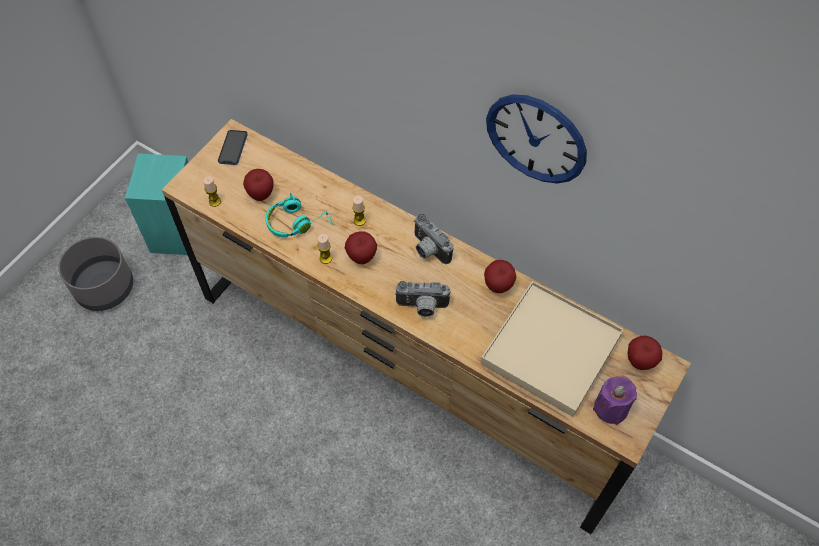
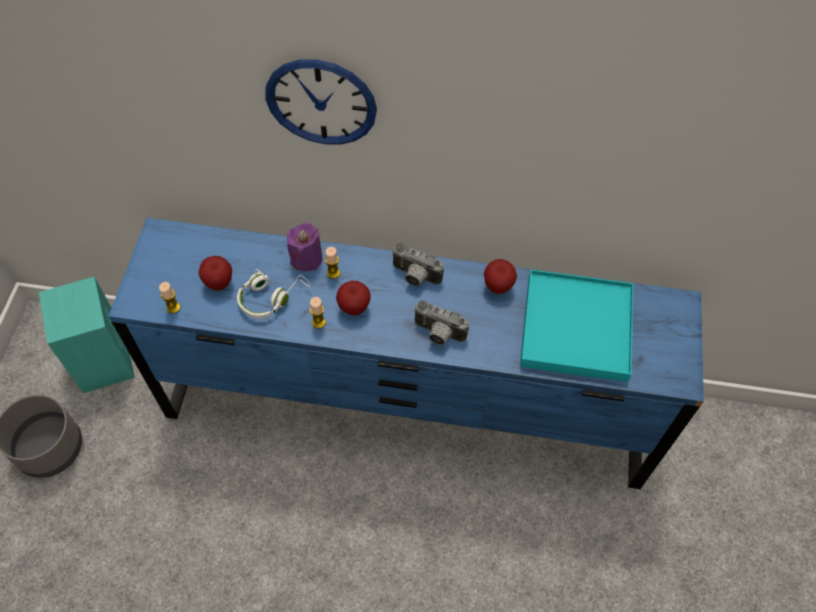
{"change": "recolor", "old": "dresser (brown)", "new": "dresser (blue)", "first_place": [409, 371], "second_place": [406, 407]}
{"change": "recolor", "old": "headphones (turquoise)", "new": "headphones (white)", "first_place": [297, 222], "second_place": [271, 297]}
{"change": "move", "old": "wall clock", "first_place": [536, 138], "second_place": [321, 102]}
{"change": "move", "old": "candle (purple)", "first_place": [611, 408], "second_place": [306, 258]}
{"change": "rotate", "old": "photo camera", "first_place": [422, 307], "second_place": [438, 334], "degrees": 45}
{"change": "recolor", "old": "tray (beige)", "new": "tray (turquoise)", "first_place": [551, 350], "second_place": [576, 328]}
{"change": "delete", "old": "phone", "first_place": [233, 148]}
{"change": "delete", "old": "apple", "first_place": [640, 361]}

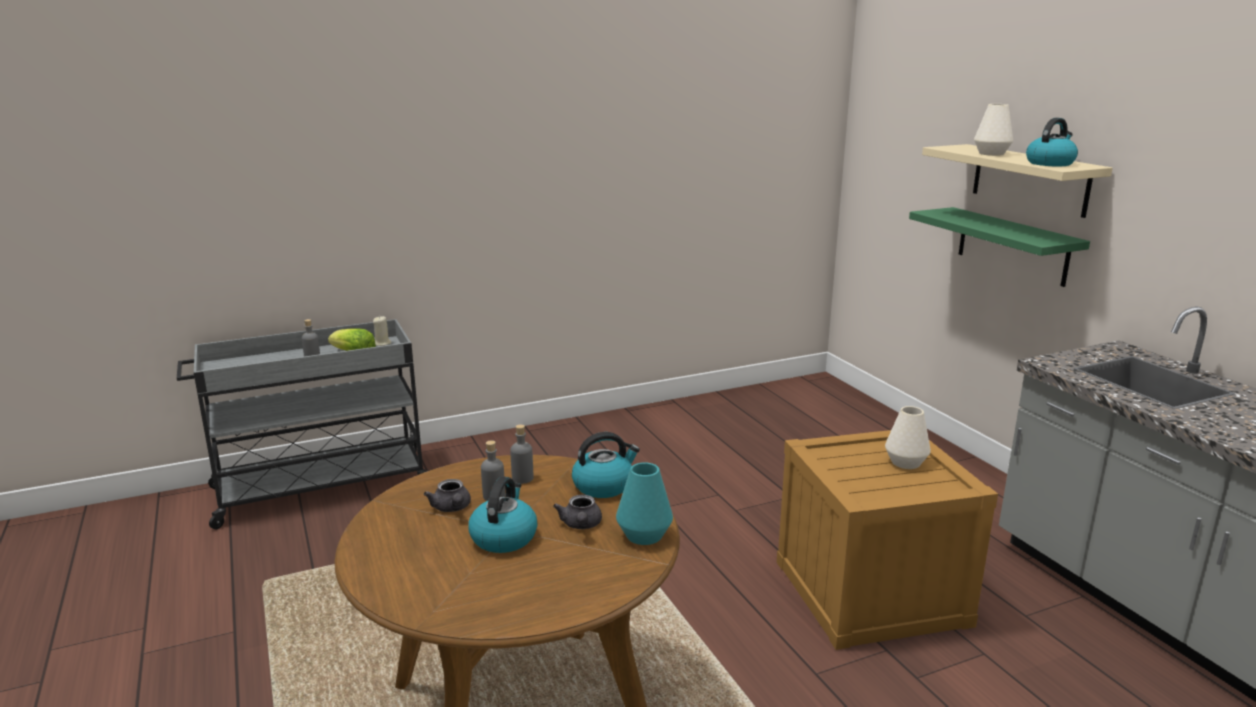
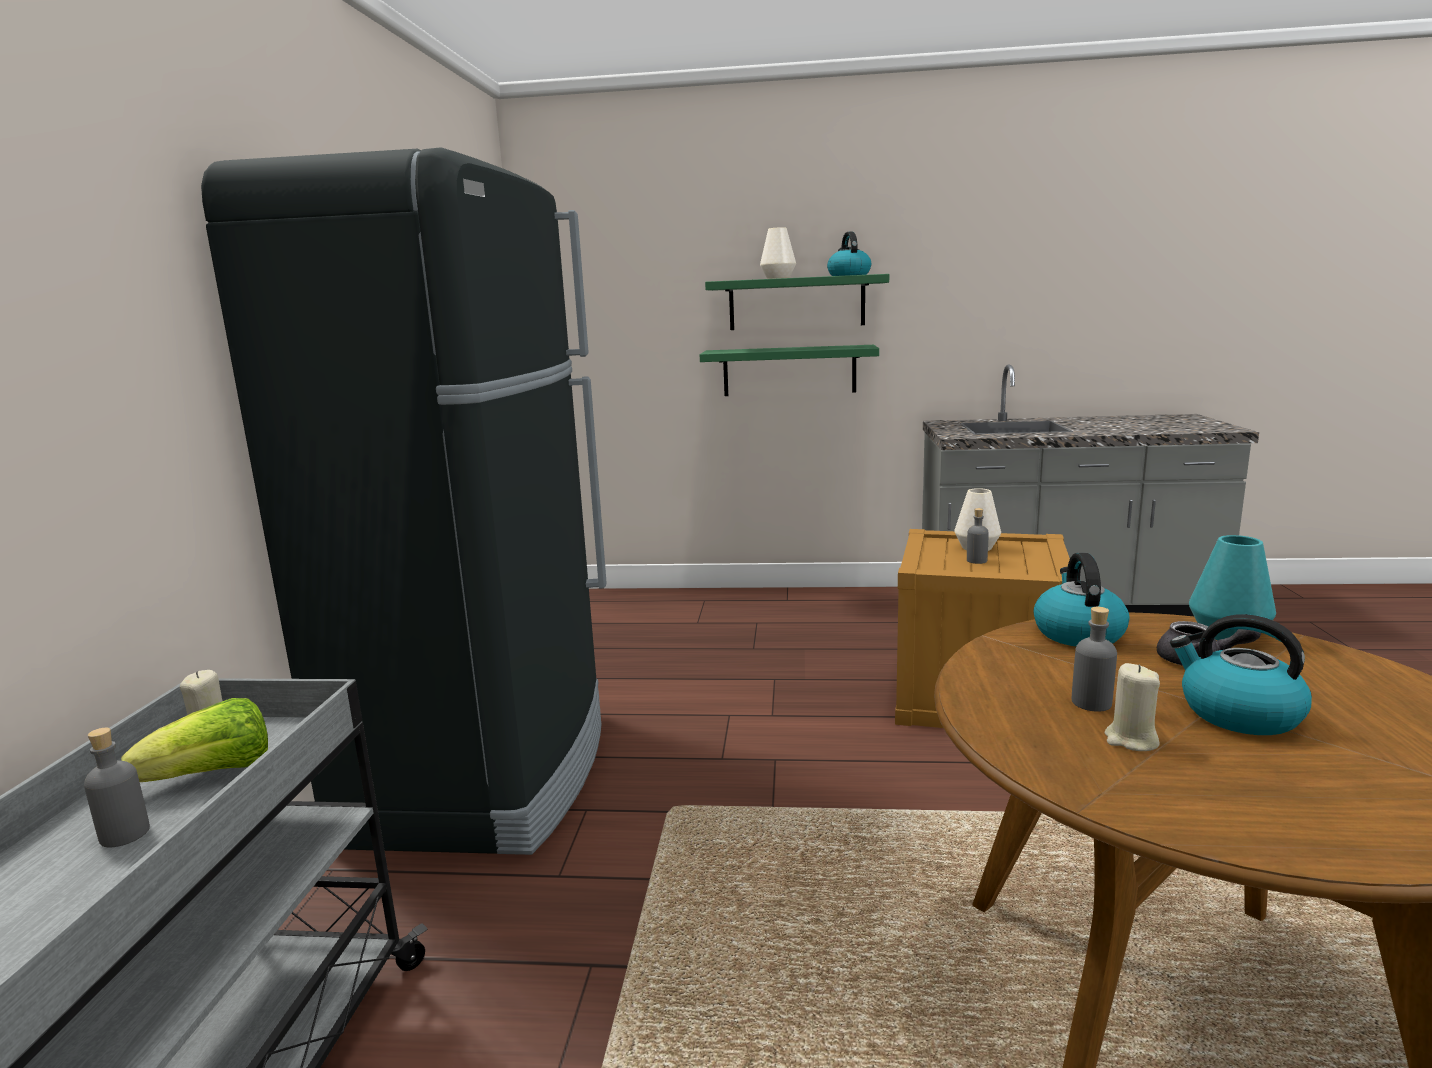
{"change": "insert", "new": "fridge (black)", "second_place": [486, 774]}
{"change": "recolor", "old": "shelf (beige)", "new": "shelf (green)", "first_place": [1030, 179], "second_place": [796, 303]}
{"change": "move", "old": "bottle (grey)", "first_place": [522, 478], "second_place": [976, 560]}
{"change": "replace", "old": "teapot (grey)", "new": "candle (beige)", "first_place": [452, 508], "second_place": [1131, 740]}

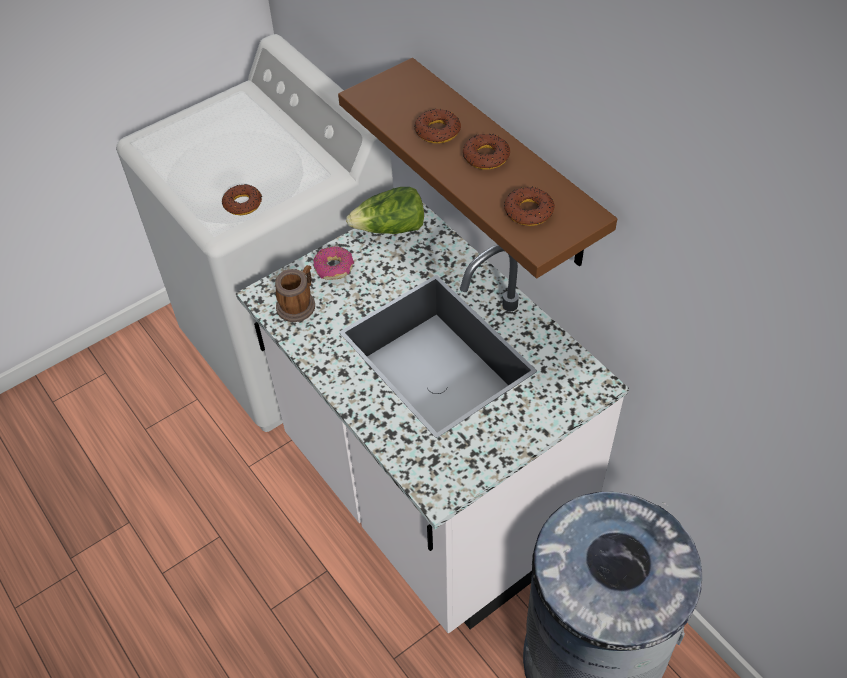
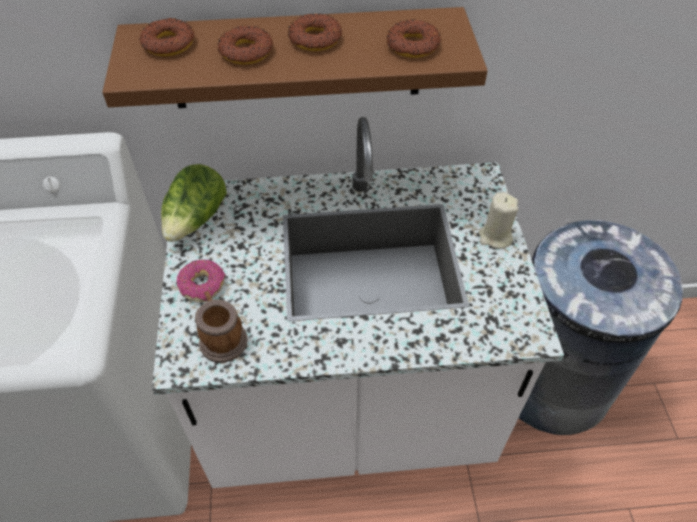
{"change": "move", "old": "donut", "first_place": [243, 204], "second_place": [168, 44]}
{"change": "insert", "new": "candle (beige)", "second_place": [495, 237]}

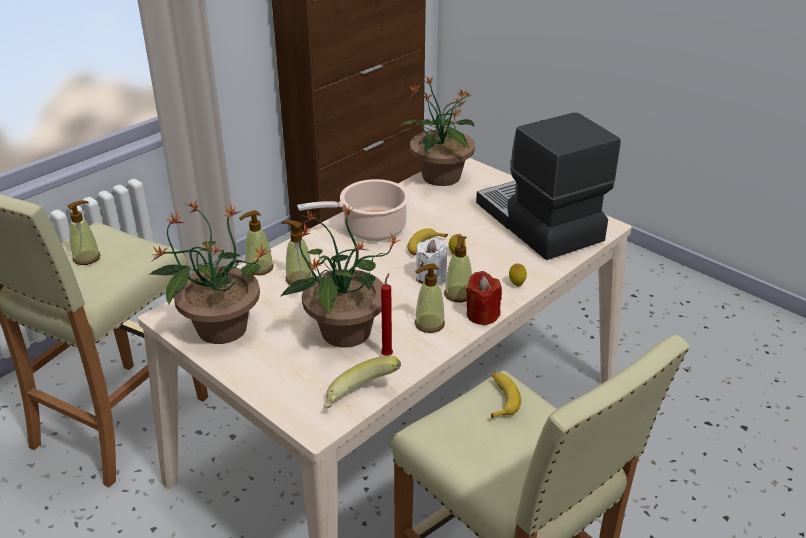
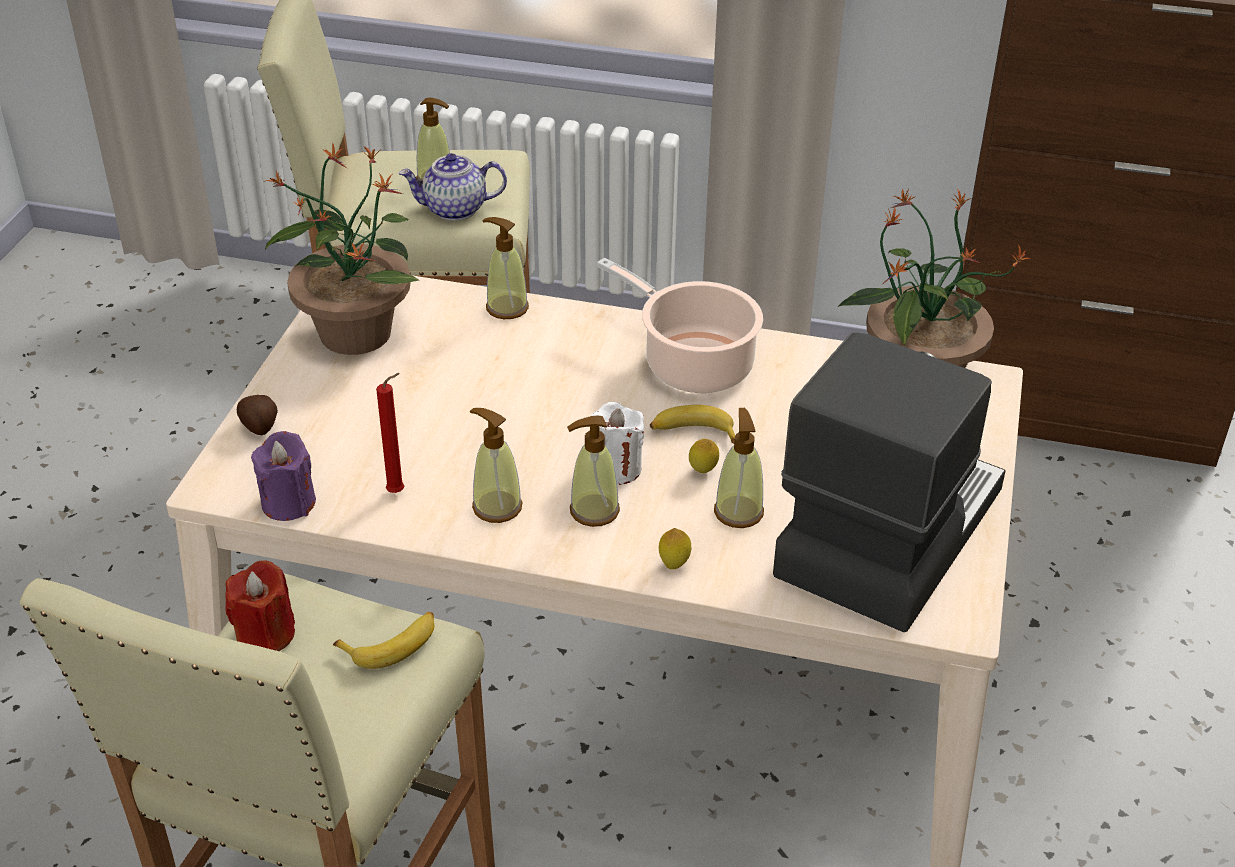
{"change": "move", "old": "candle (red)", "first_place": [482, 315], "second_place": [265, 635]}
{"change": "insert", "new": "potato", "second_place": [259, 427]}
{"change": "replace", "old": "banana", "new": "candle (purple)", "first_place": [360, 399], "second_place": [288, 503]}
{"change": "insert", "new": "teapot", "second_place": [454, 210]}
{"change": "move", "old": "soap dispenser", "first_place": [299, 279], "second_place": [738, 512]}
{"change": "delete", "old": "potted plant", "first_place": [344, 332]}

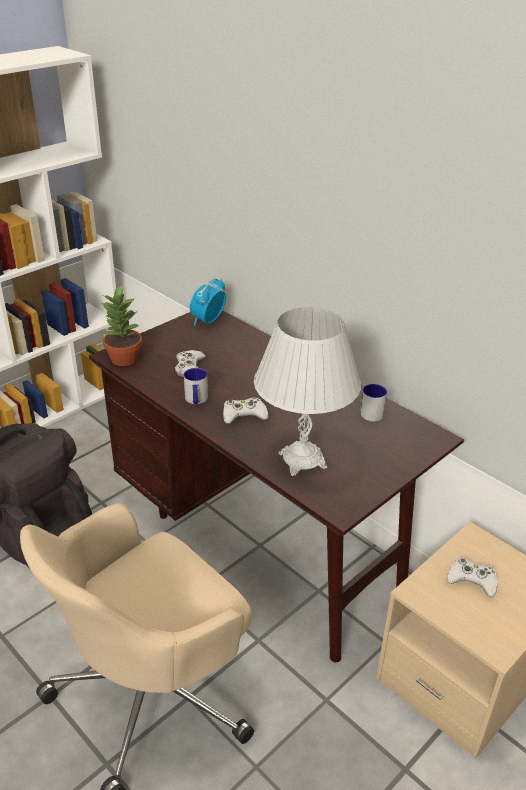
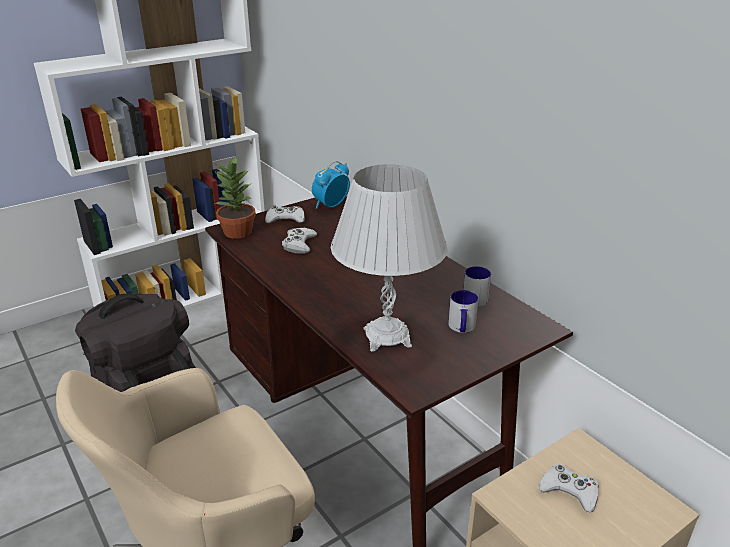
{"change": "move", "old": "game controller (white)", "first_place": [244, 415], "second_place": [285, 219]}
{"change": "move", "old": "mug", "first_place": [196, 400], "second_place": [461, 328]}

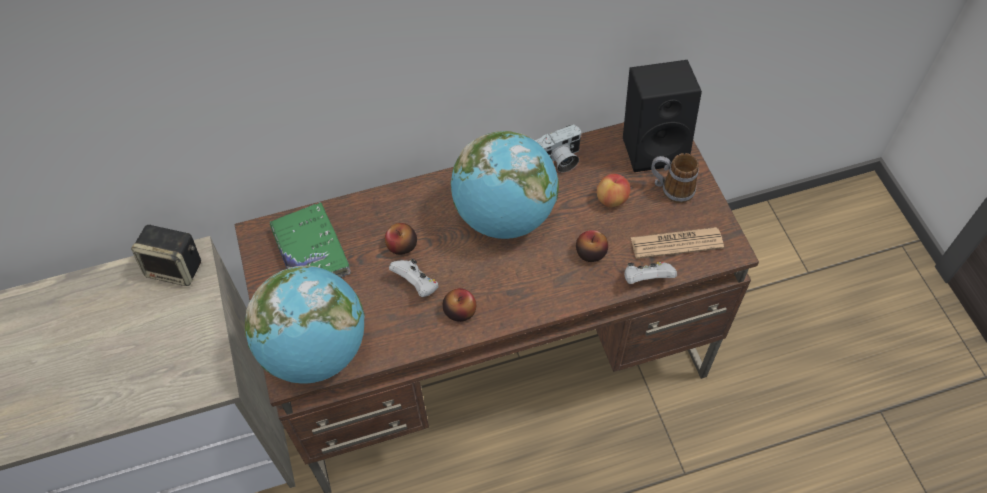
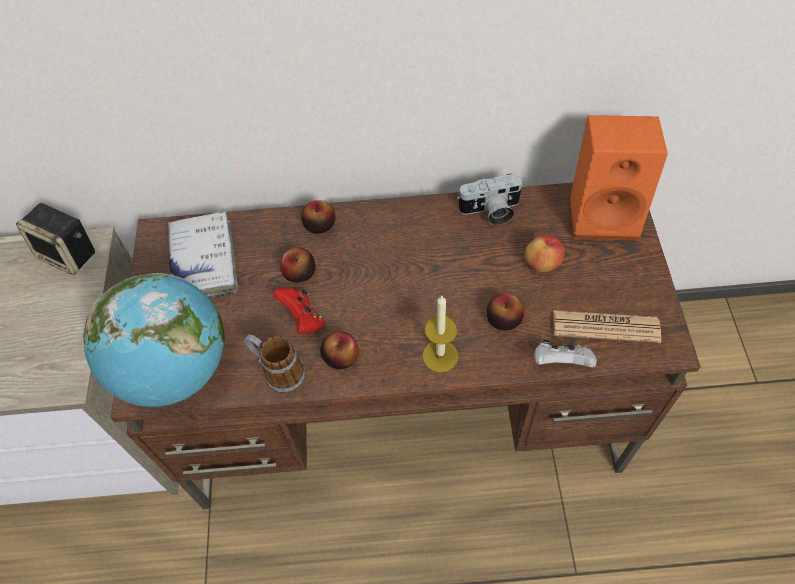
{"change": "recolor", "old": "book (green)", "new": "book (white)", "first_place": [311, 252], "second_place": [204, 262]}
{"change": "move", "old": "mug", "first_place": [671, 189], "second_place": [278, 372]}
{"change": "recolor", "old": "game controller (white)", "new": "game controller (red)", "first_place": [416, 284], "second_place": [303, 318]}
{"change": "insert", "new": "apple", "second_place": [320, 225]}
{"change": "insert", "new": "candle", "second_place": [440, 356]}
{"change": "recolor", "old": "speaker (black)", "new": "speaker (orange)", "first_place": [654, 146], "second_place": [604, 213]}
{"change": "delete", "old": "globe", "first_place": [505, 216]}

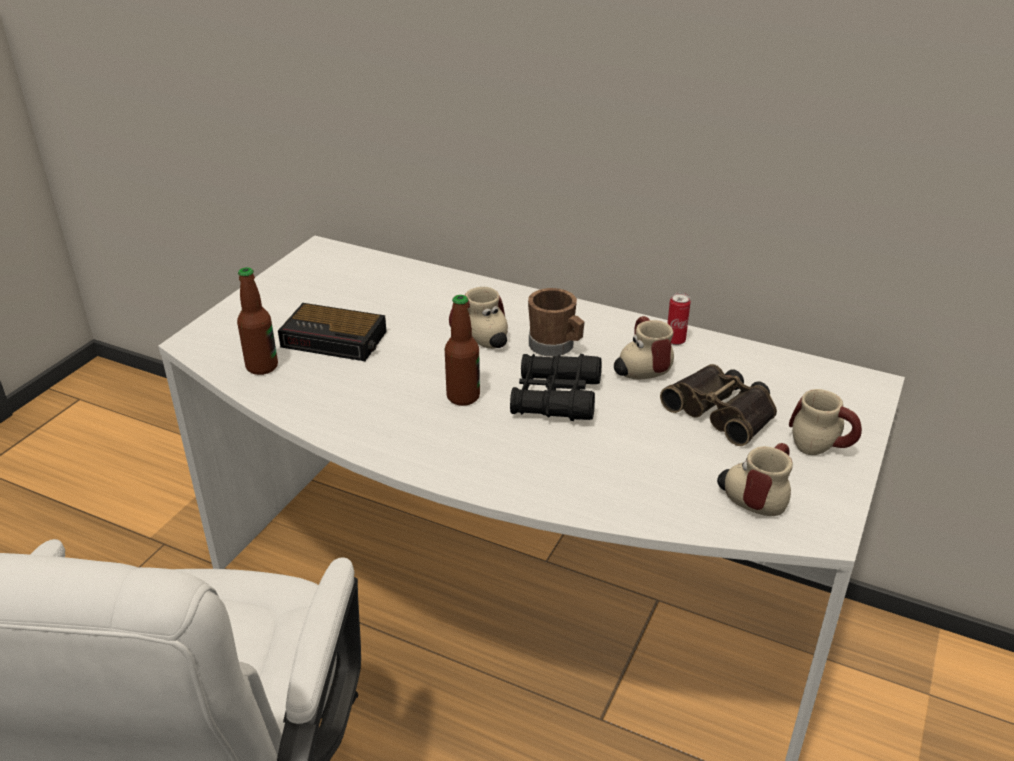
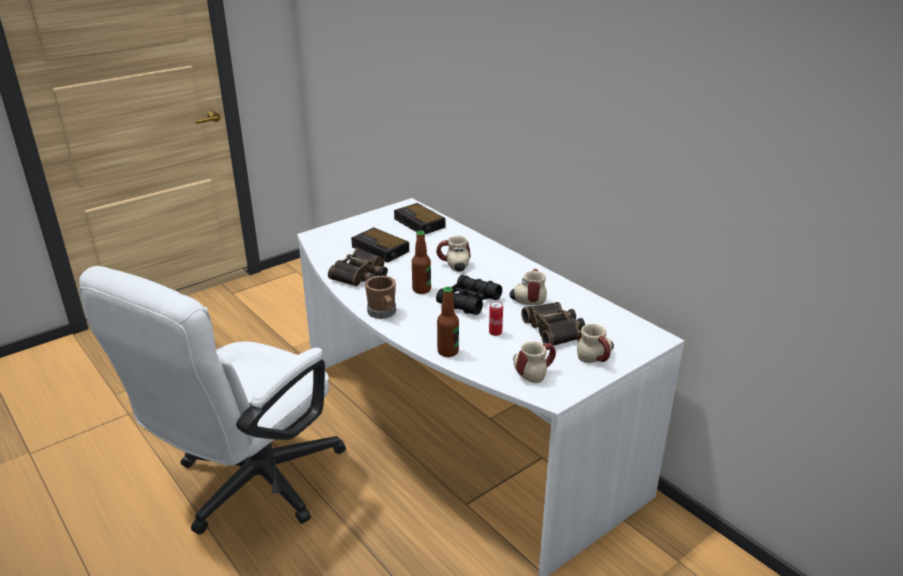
{"change": "insert", "new": "binoculars", "second_place": [361, 275]}
{"change": "move", "old": "mug (brown)", "first_place": [555, 347], "second_place": [383, 313]}
{"change": "insert", "new": "alarm clock", "second_place": [420, 223]}
{"change": "move", "old": "bottle", "first_place": [262, 367], "second_place": [448, 351]}
{"change": "move", "old": "can", "first_place": [675, 341], "second_place": [495, 333]}

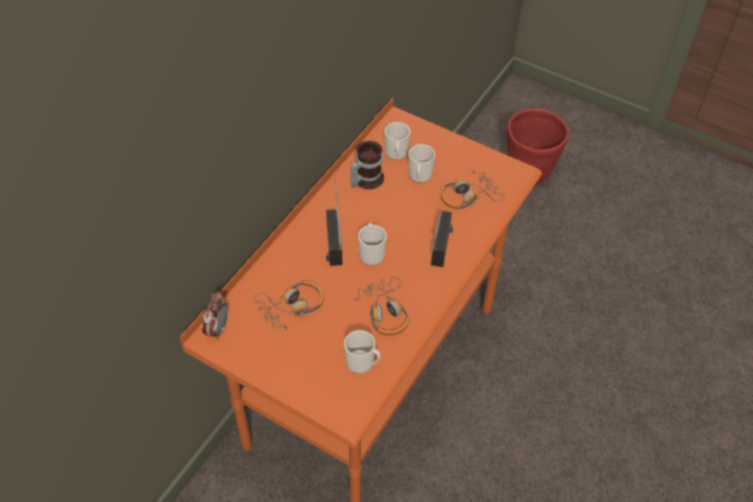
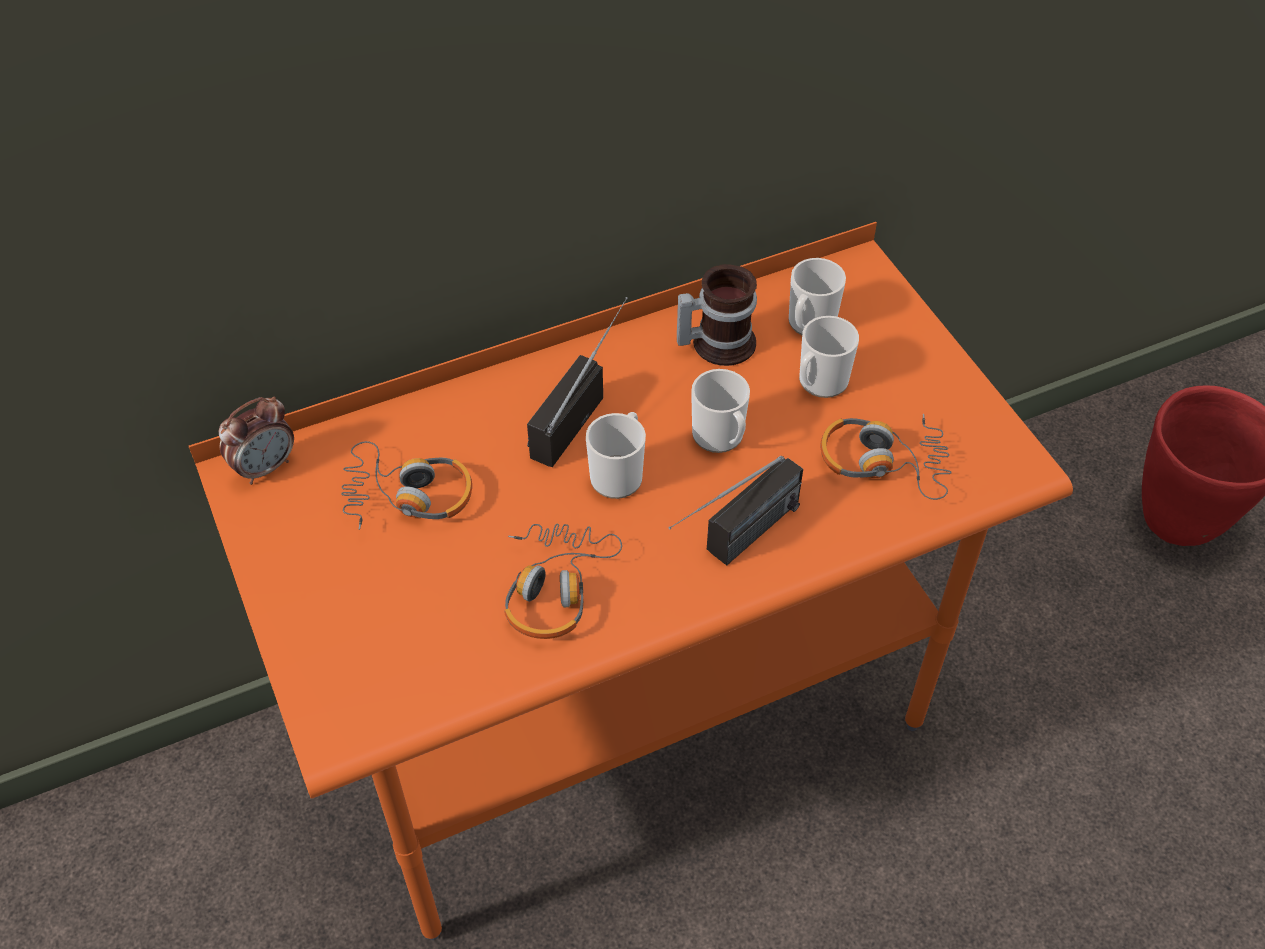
{"change": "move", "old": "mug", "first_place": [362, 363], "second_place": [721, 438]}

